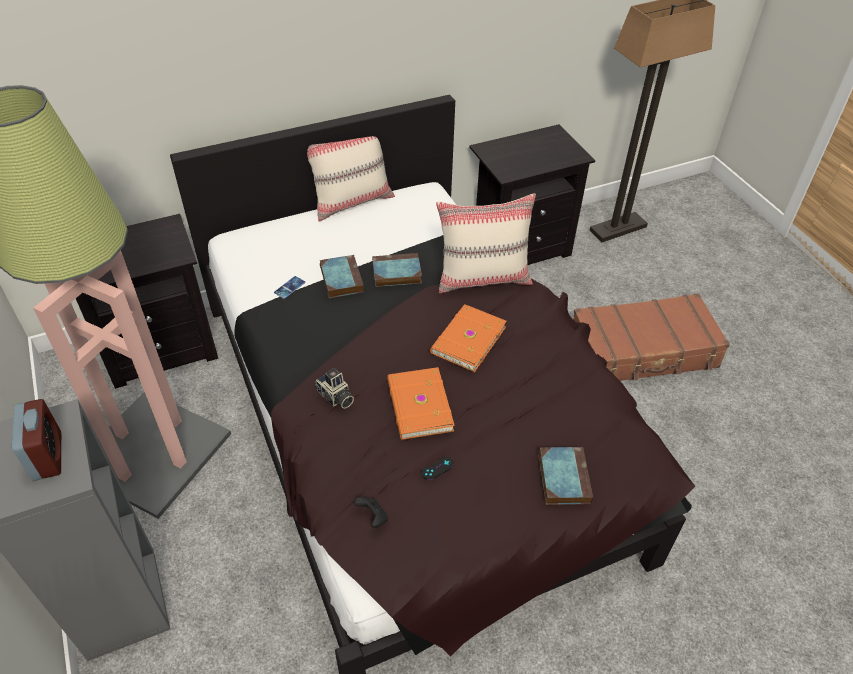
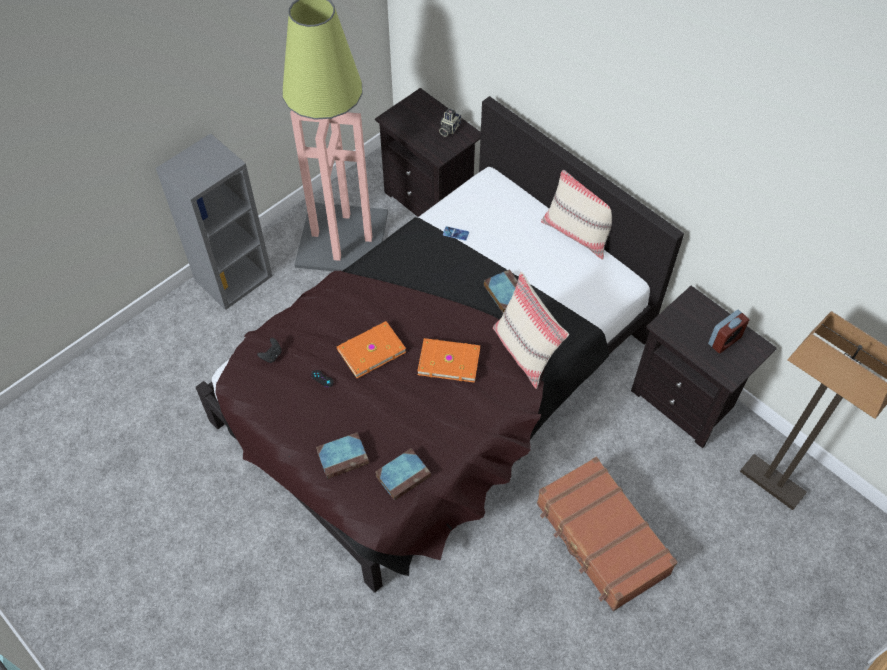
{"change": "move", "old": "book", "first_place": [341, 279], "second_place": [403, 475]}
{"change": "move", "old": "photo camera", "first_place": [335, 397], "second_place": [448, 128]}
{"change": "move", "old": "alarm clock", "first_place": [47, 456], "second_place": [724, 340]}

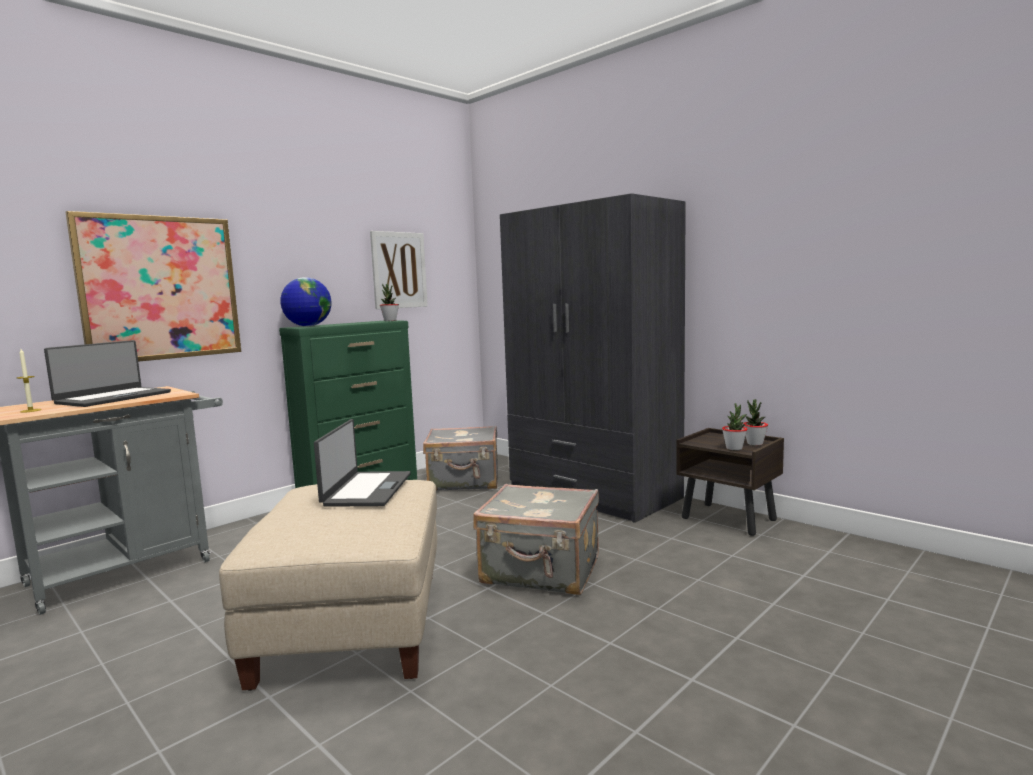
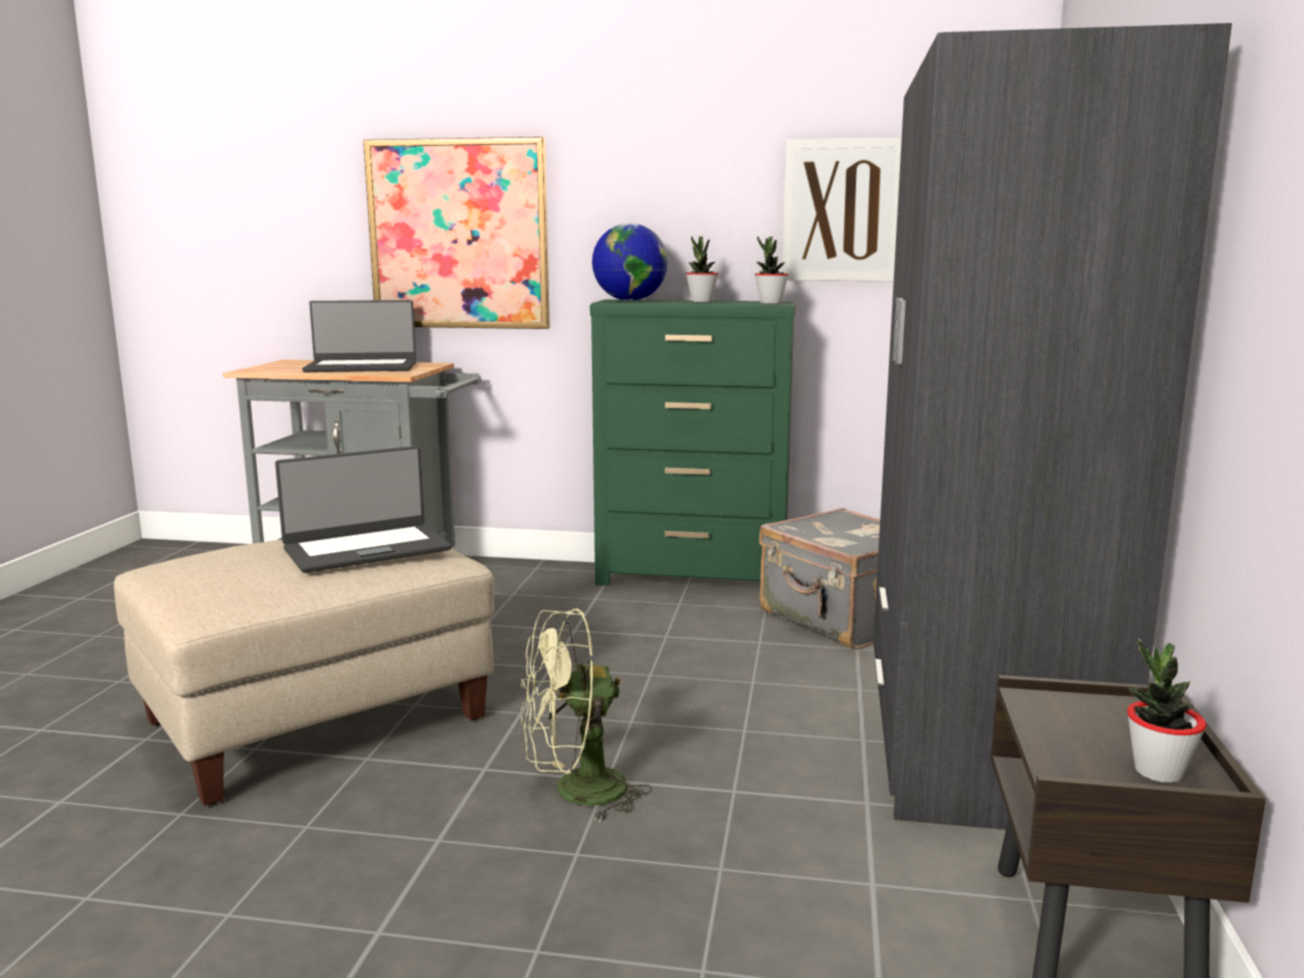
{"change": "replace", "old": "suitcase (grey)", "new": "fan (green)", "first_place": [541, 572], "second_place": [576, 793]}
{"change": "move", "old": "potted plant", "first_place": [734, 448], "second_place": [701, 301]}
{"change": "delete", "old": "candle", "first_place": [30, 410]}

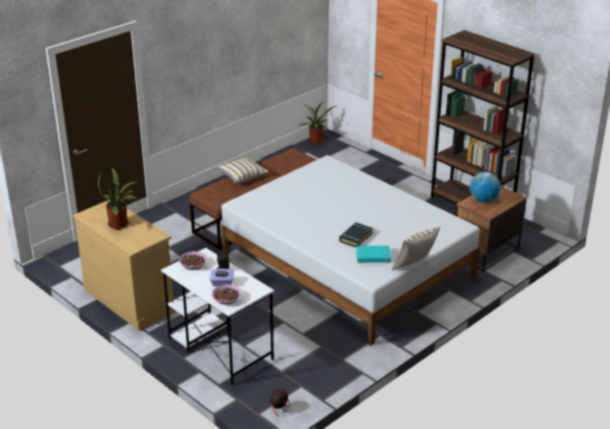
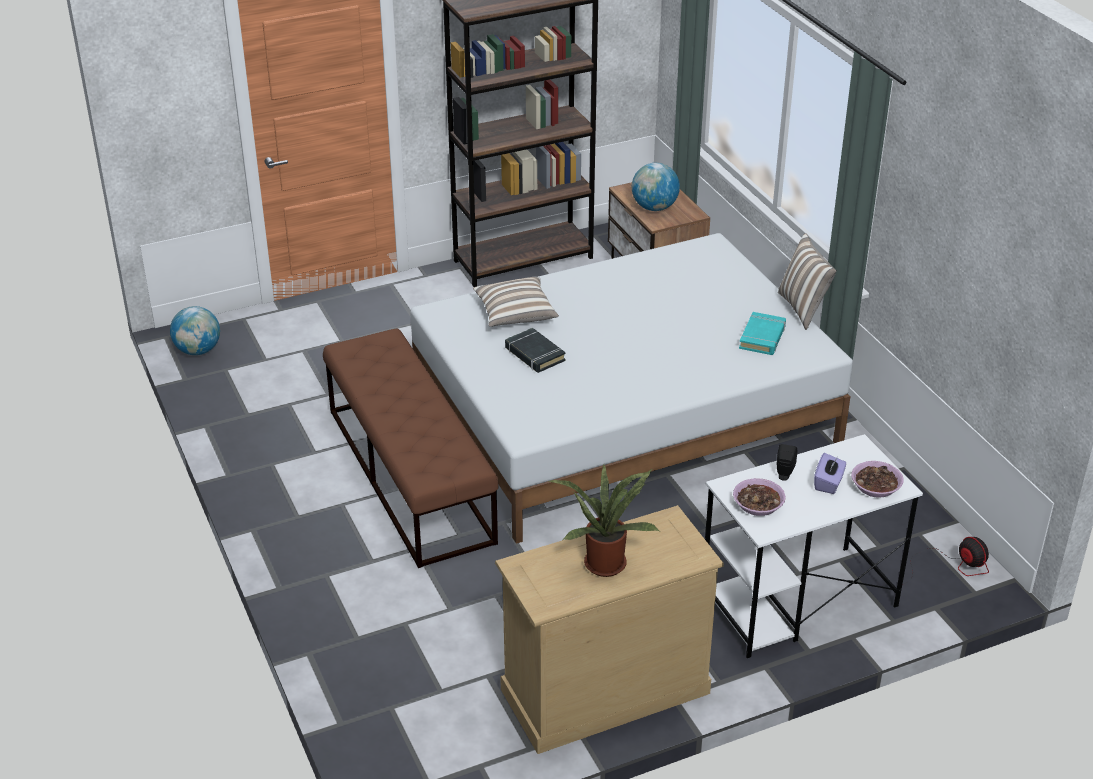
{"change": "replace", "old": "potted plant", "new": "globe", "first_place": [316, 142], "second_place": [198, 350]}
{"change": "move", "old": "pillow", "first_place": [241, 177], "second_place": [515, 314]}
{"change": "move", "old": "book (black)", "first_place": [355, 237], "second_place": [534, 354]}

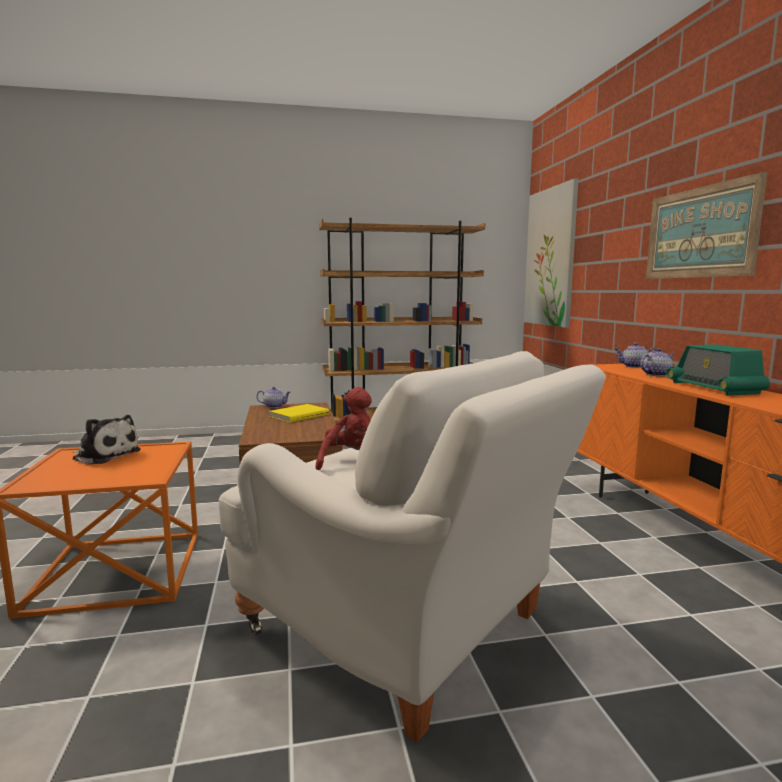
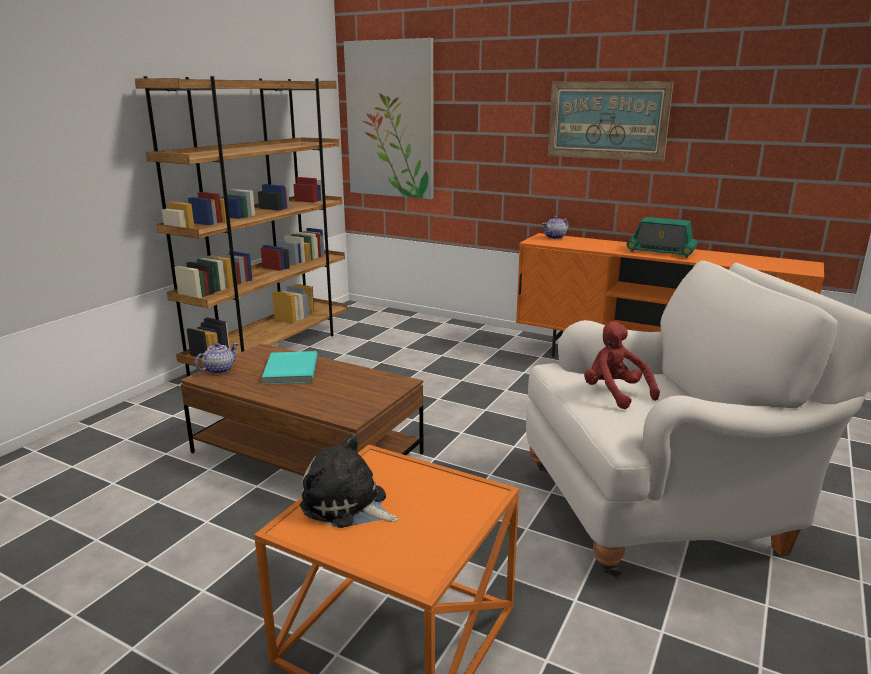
{"change": "recolor", "old": "book (yellow)", "new": "book (turquoise)", "first_place": [298, 415], "second_place": [289, 370]}
{"change": "rotate", "old": "plush toy", "first_place": [105, 455], "second_place": [347, 505], "degrees": -120}
{"change": "delete", "old": "teapot", "first_place": [655, 374]}

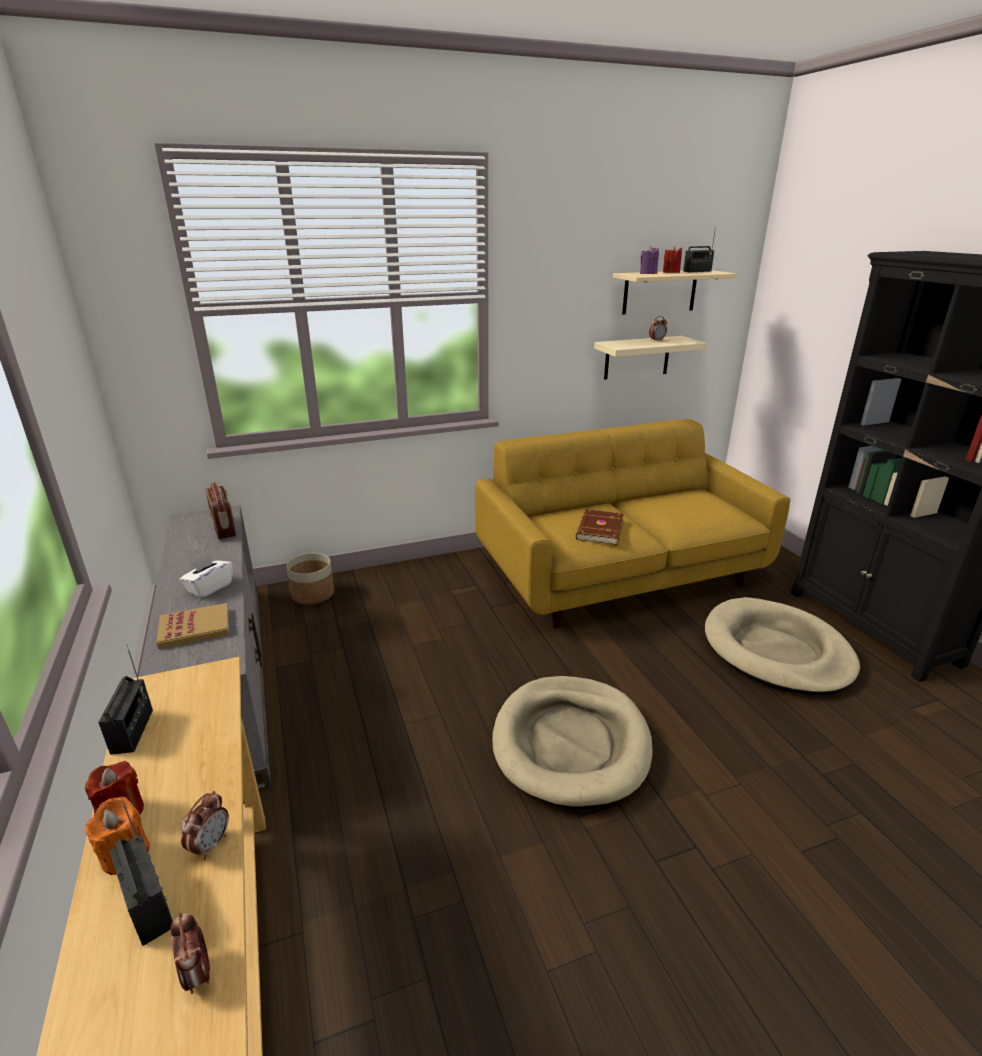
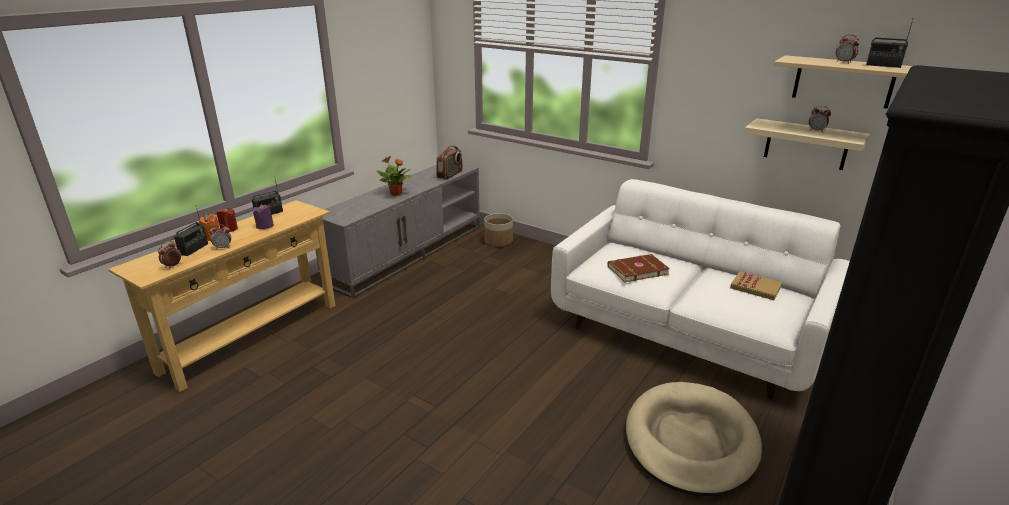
{"change": "move", "old": "candle (purple)", "first_place": [648, 273], "second_place": [265, 226]}
{"change": "replace", "old": "tissue box (white)", "new": "potted plant", "first_place": [209, 588], "second_place": [396, 194]}
{"change": "recolor", "old": "sofa (yellow)", "new": "sofa (white)", "first_place": [620, 574], "second_place": [687, 332]}
{"change": "move", "old": "book", "first_place": [195, 628], "second_place": [755, 287]}
{"change": "replace", "old": "candle (red)", "new": "alarm clock", "first_place": [671, 272], "second_place": [844, 62]}
{"change": "delete", "old": "dog bed (beige)", "first_place": [571, 743]}

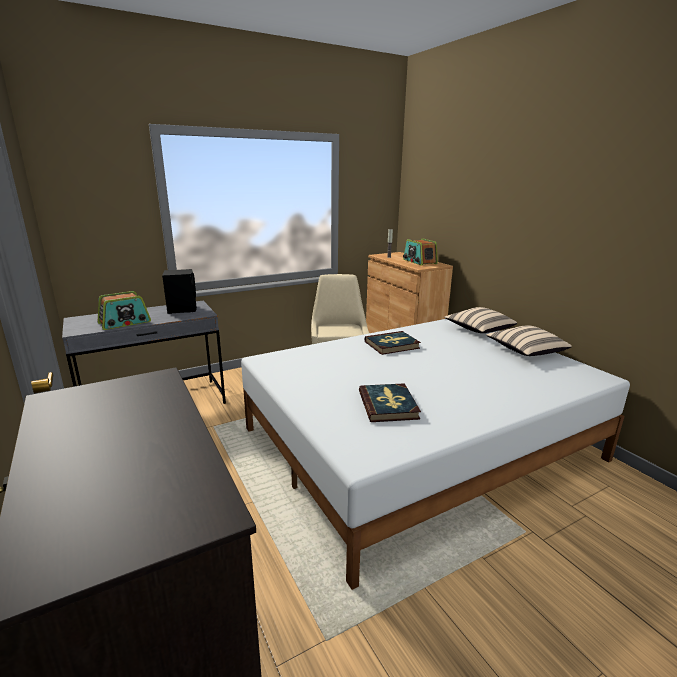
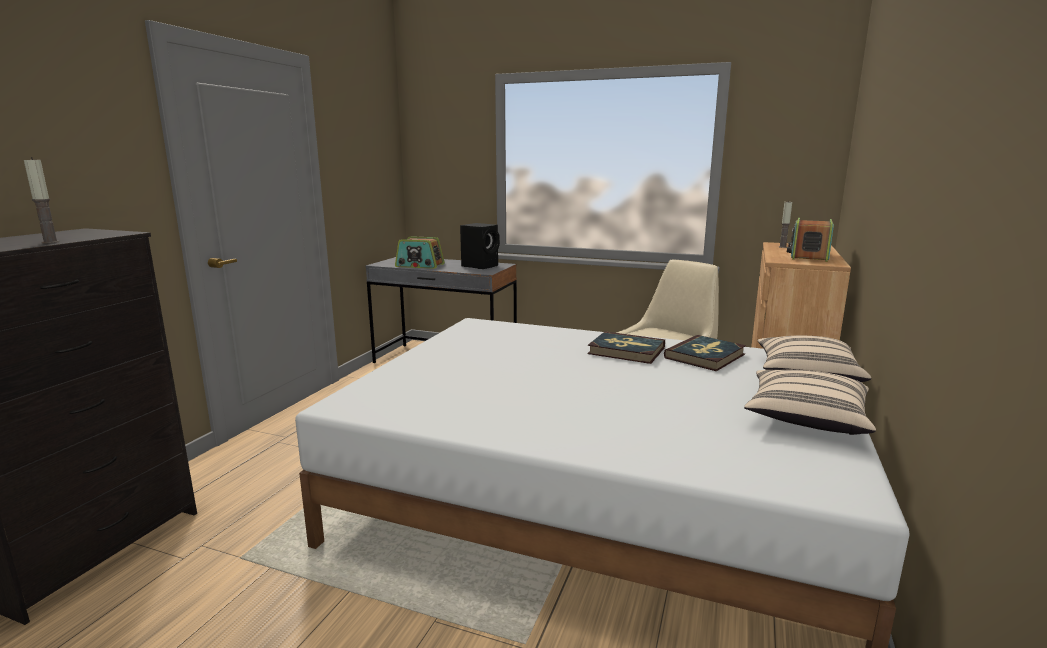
{"change": "insert", "new": "candle", "second_place": [50, 242]}
{"change": "move", "old": "book", "first_place": [388, 405], "second_place": [705, 356]}

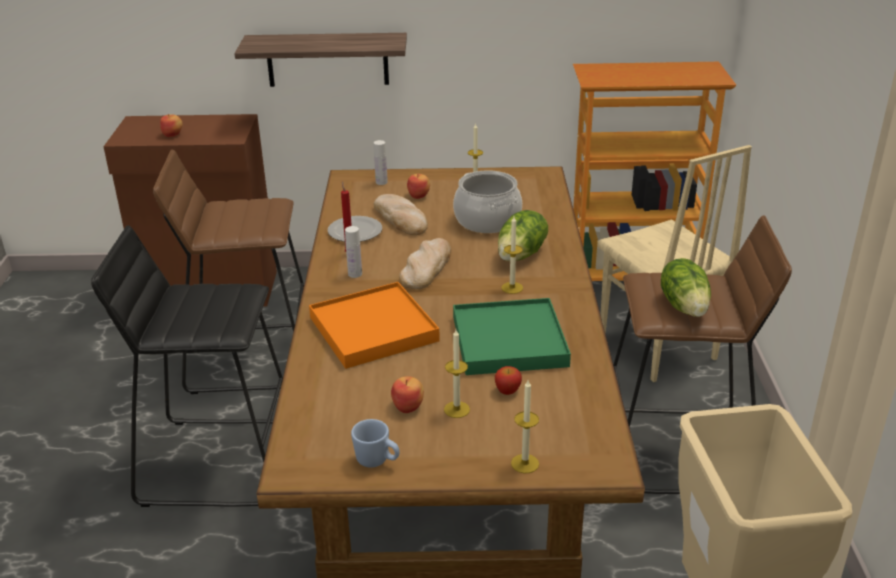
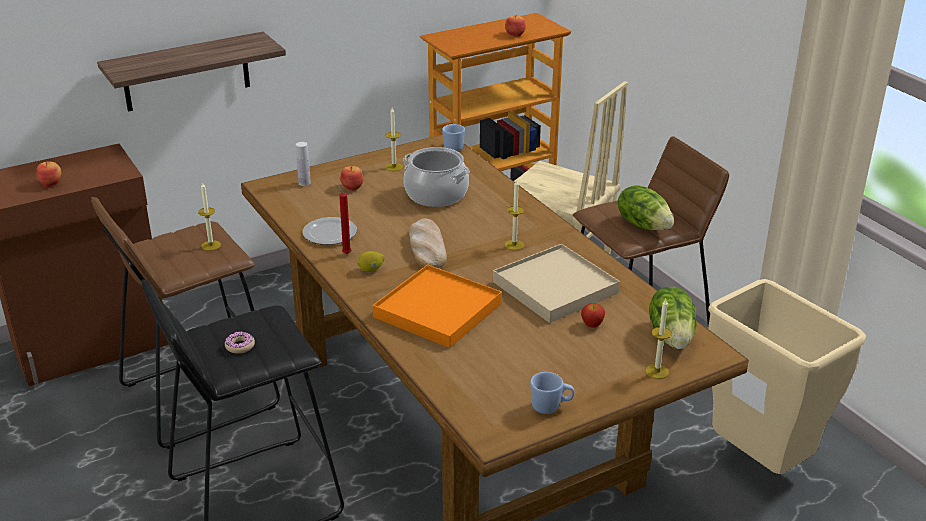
{"change": "move", "old": "candle", "first_place": [456, 409], "second_place": [211, 245]}
{"change": "insert", "new": "donut", "second_place": [240, 346]}
{"change": "replace", "old": "bottle (white)", "new": "lemon", "first_place": [355, 274], "second_place": [371, 270]}
{"change": "insert", "new": "mug (blue)", "second_place": [452, 147]}
{"change": "recolor", "old": "tray (green)", "new": "tray (beige)", "first_place": [508, 341], "second_place": [555, 287]}
{"change": "move", "old": "apple", "first_place": [408, 406], "second_place": [515, 34]}
{"change": "move", "old": "lettuce", "first_place": [522, 255], "second_place": [672, 336]}
{"change": "delete", "old": "bread", "first_place": [401, 218]}

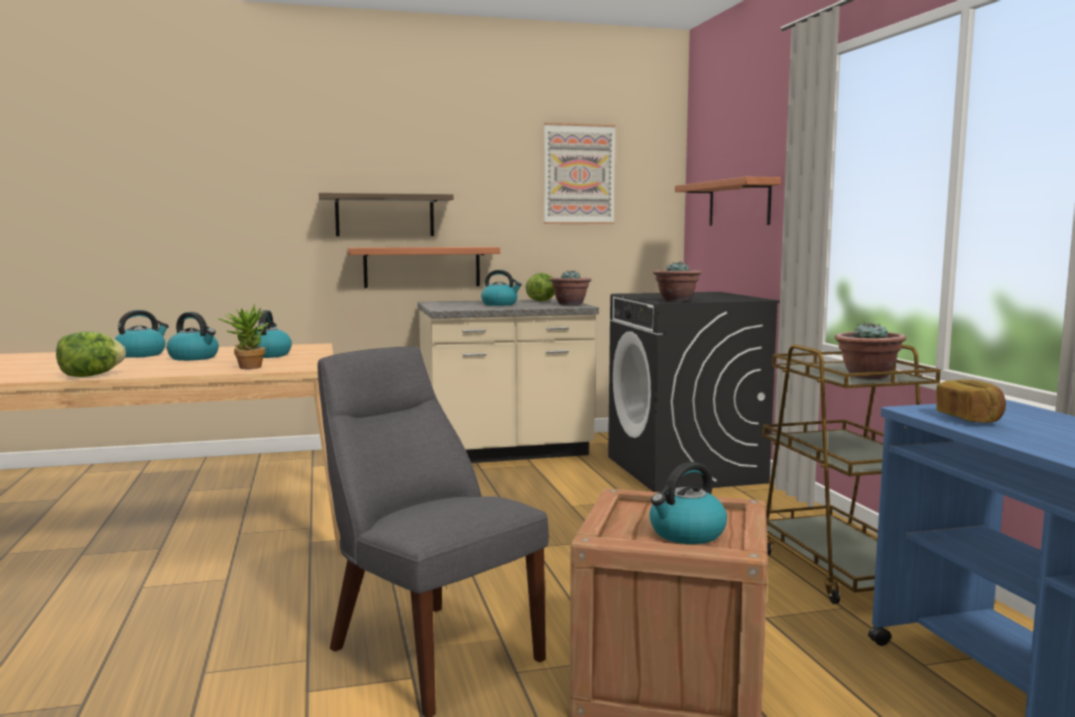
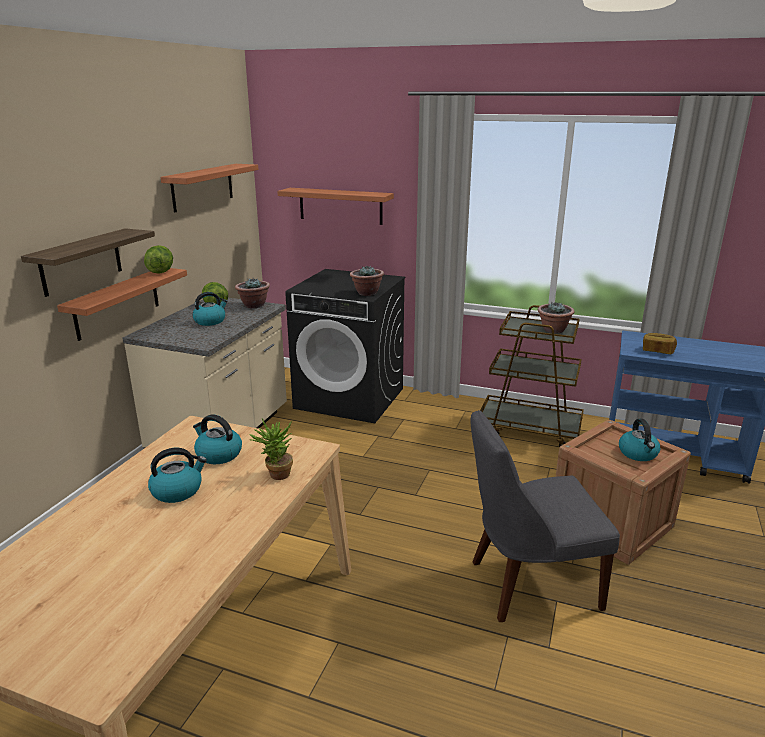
{"change": "move", "old": "lettuce", "first_place": [90, 376], "second_place": [160, 272]}
{"change": "replace", "old": "picture", "new": "shelf", "first_place": [579, 174], "second_place": [202, 187]}
{"change": "delete", "old": "kettle", "first_place": [141, 354]}

